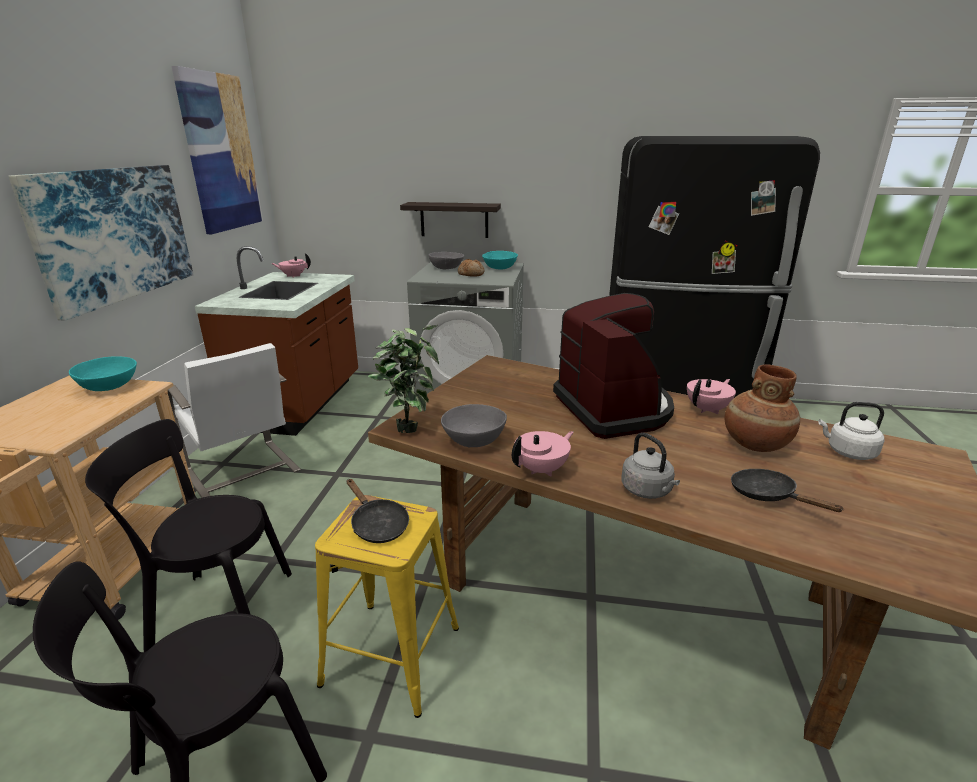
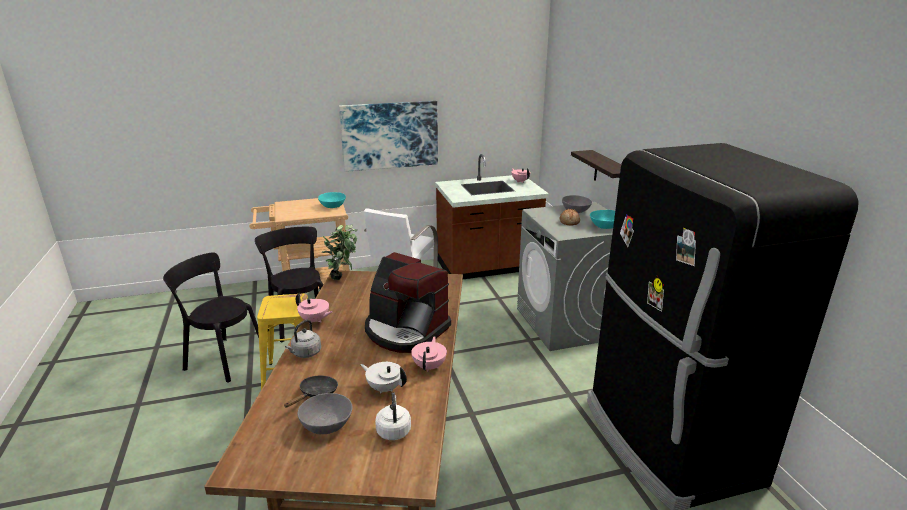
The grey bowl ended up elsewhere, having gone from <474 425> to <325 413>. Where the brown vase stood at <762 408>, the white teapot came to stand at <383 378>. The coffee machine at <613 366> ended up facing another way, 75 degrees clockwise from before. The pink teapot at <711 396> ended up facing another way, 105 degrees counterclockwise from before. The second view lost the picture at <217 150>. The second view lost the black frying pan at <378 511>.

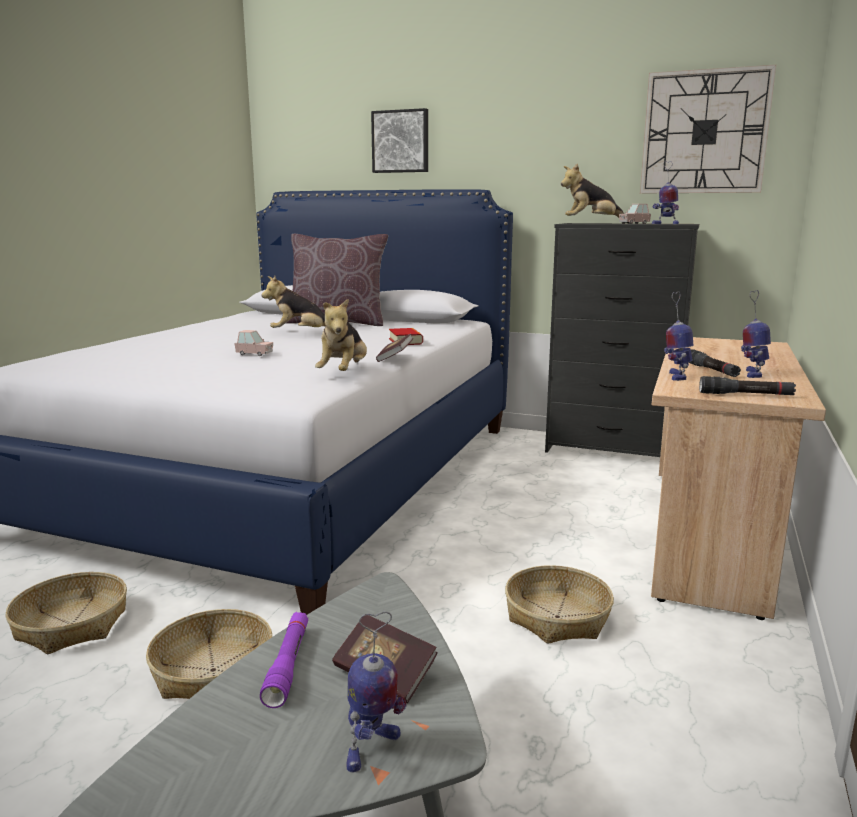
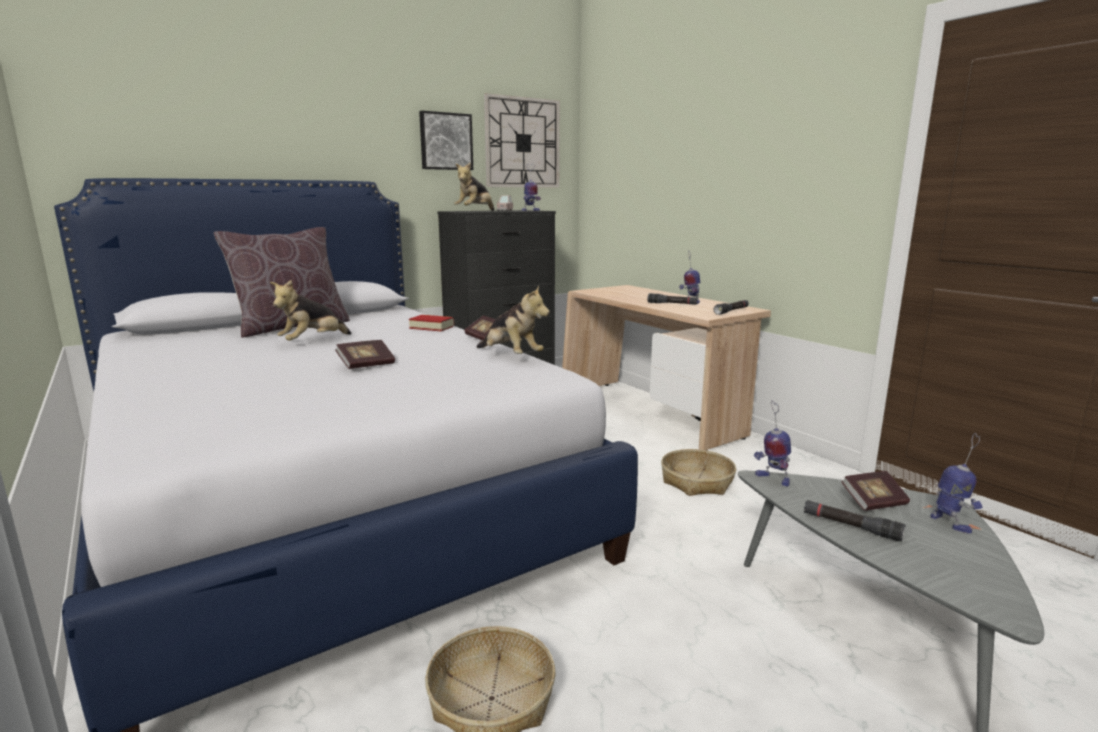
Where the pink toy car stood at <253 343>, the book came to stand at <365 354>. The picture ended up elsewhere, having gone from <399 140> to <446 140>. The toy robot ended up elsewhere, having gone from <679 336> to <772 443>. What was the purple flashlight at <284 660> turned into the black flashlight at <855 521>. The second view lost the basket at <209 654>.

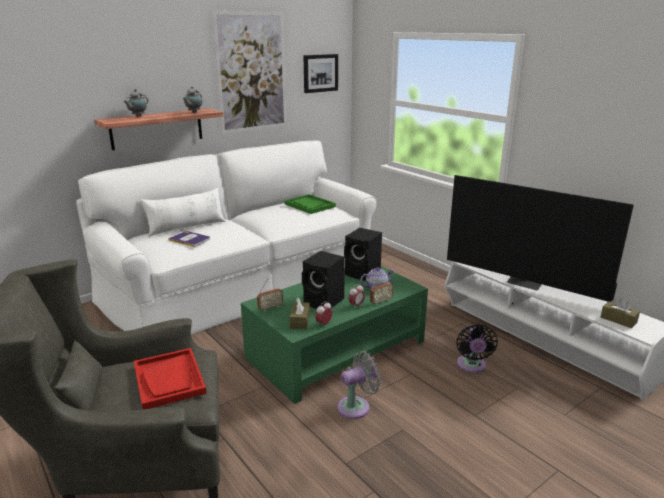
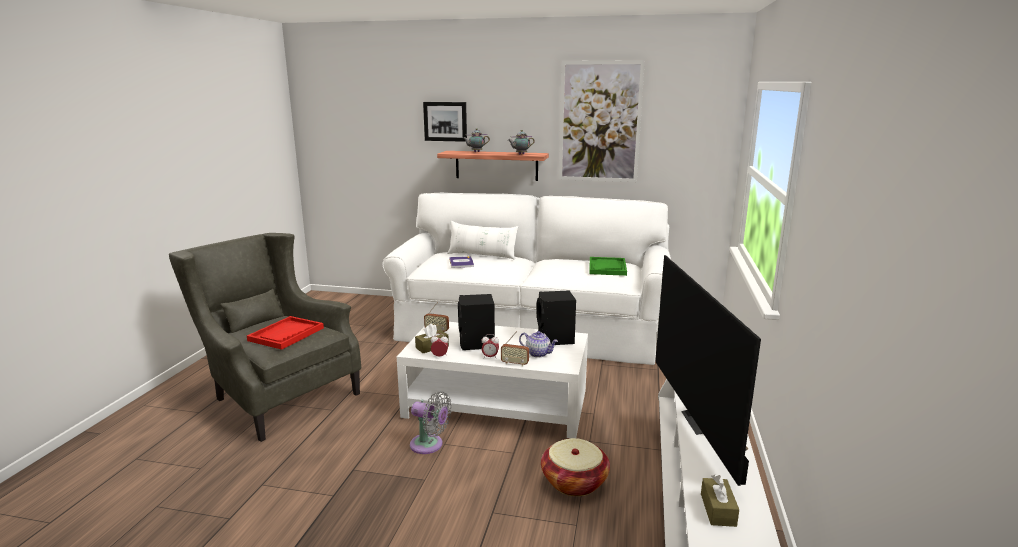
What was the green coffee table at <334 335> turned into the white coffee table at <492 380>. The picture ended up elsewhere, having gone from <321 73> to <445 122>. Where the black fan stood at <477 348>, the basket came to stand at <575 467>.

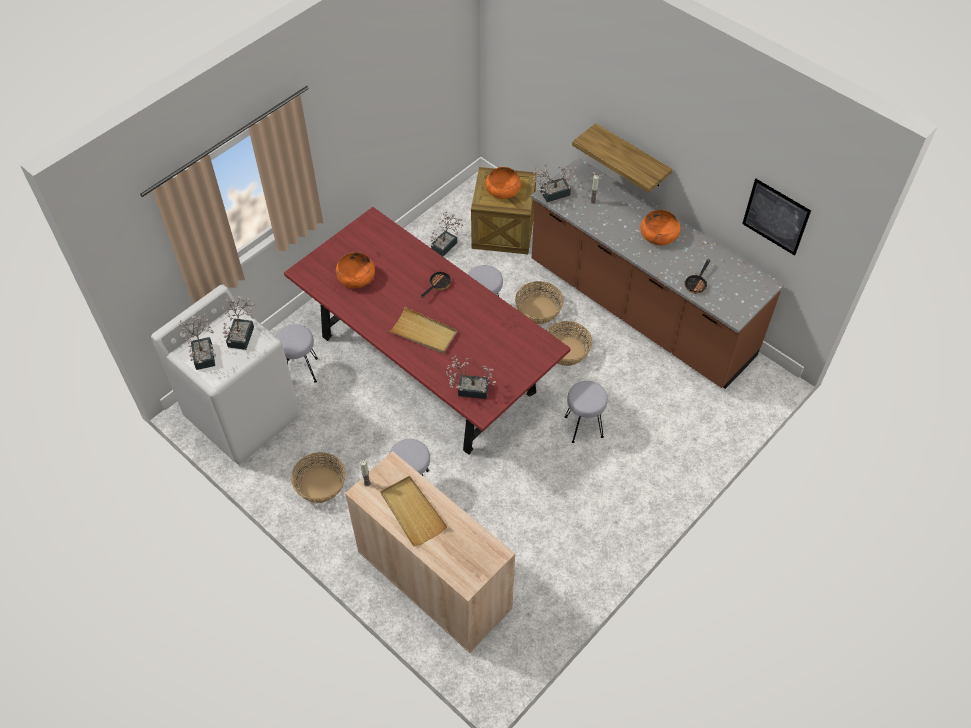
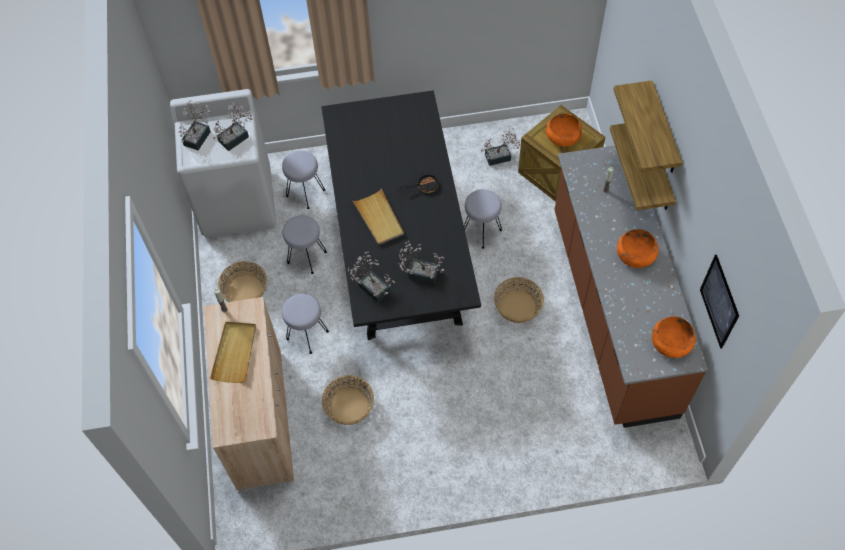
The grey stool ended up elsewhere, having gone from <586 412> to <305 244>. What was the red dining table at <427 331> turned into the black dining table at <401 215>. The basket ended up elsewhere, having gone from <539 302> to <348 400>. The potted plant ended up elsewhere, having gone from <554 183> to <421 262>. The second view gained the shelf at <648 126>. The orange bowl ended up elsewhere, having gone from <355 270> to <674 337>. The second view lost the frying pan at <697 276>.

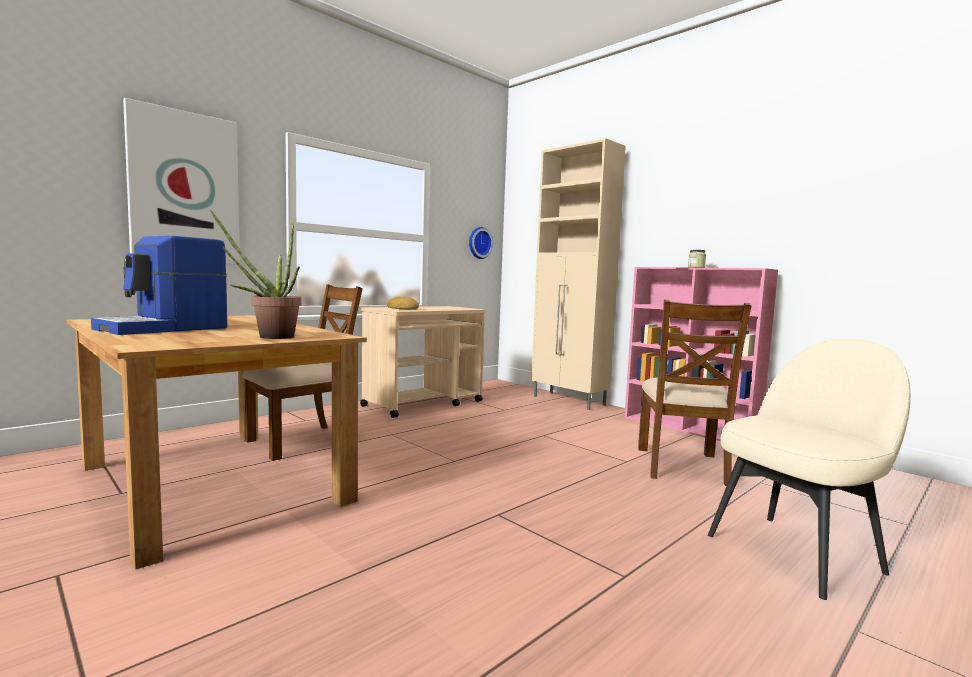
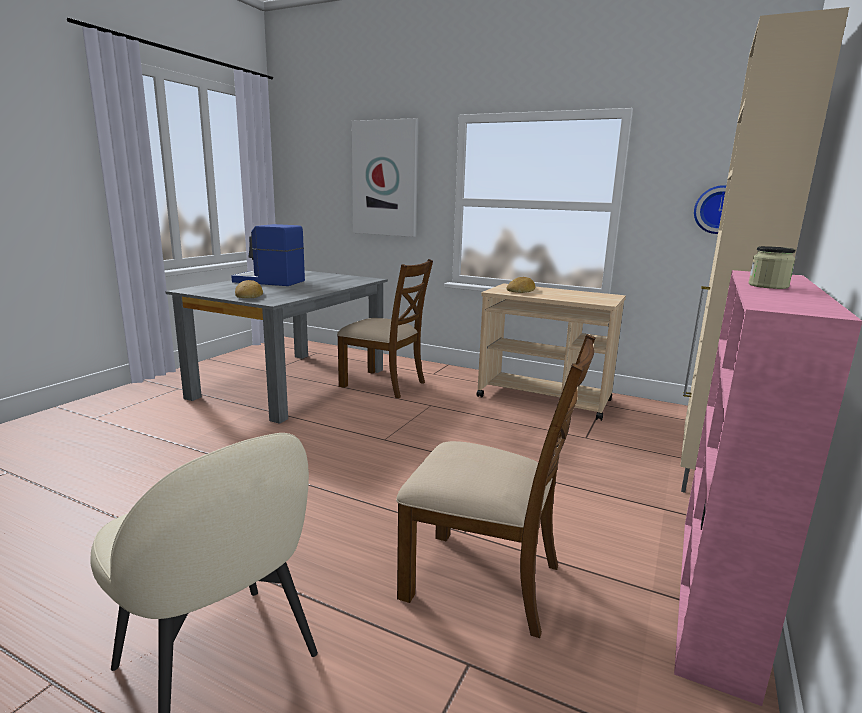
What was the brown dining table at <217 442> turned into the grey dining table at <276 347>. Where the potted plant stood at <255 274>, the bread came to stand at <249 289>. The brown chair at <695 393> ended up facing another way, 150 degrees counterclockwise from before.

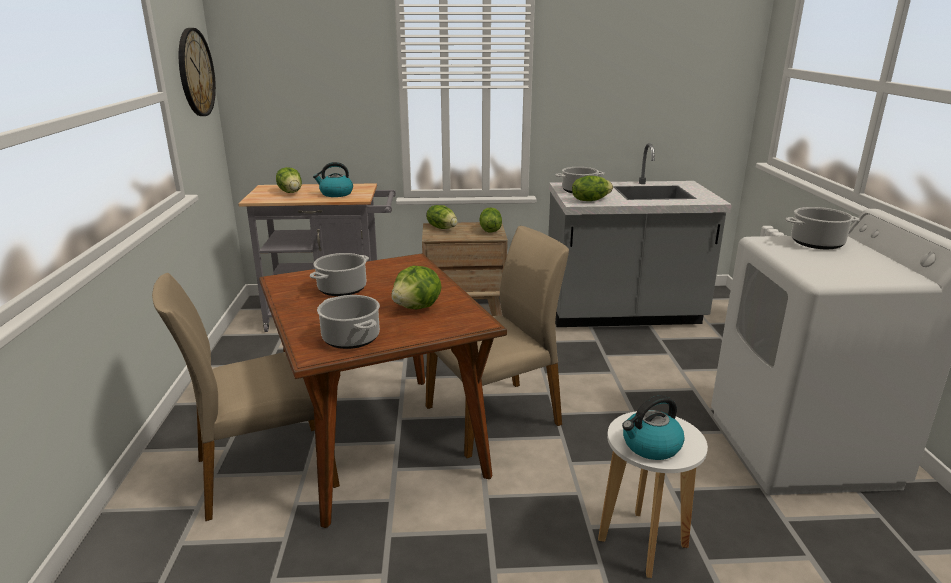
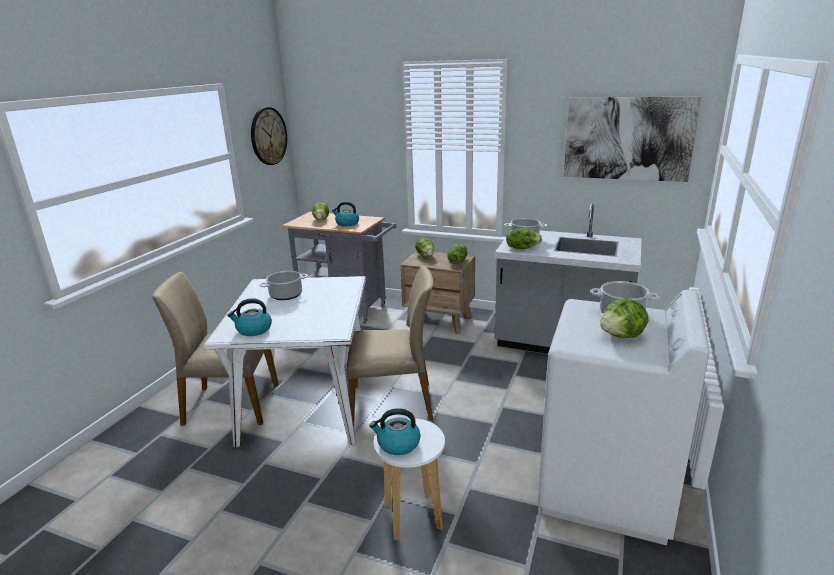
What was the brown dining table at <383 390> turned into the white dining table at <285 362>. Where the cooking pot stood at <348 322>, the kettle came to stand at <249 317>. The second view gained the picture at <632 139>. The lettuce ended up elsewhere, having gone from <416 287> to <624 318>.

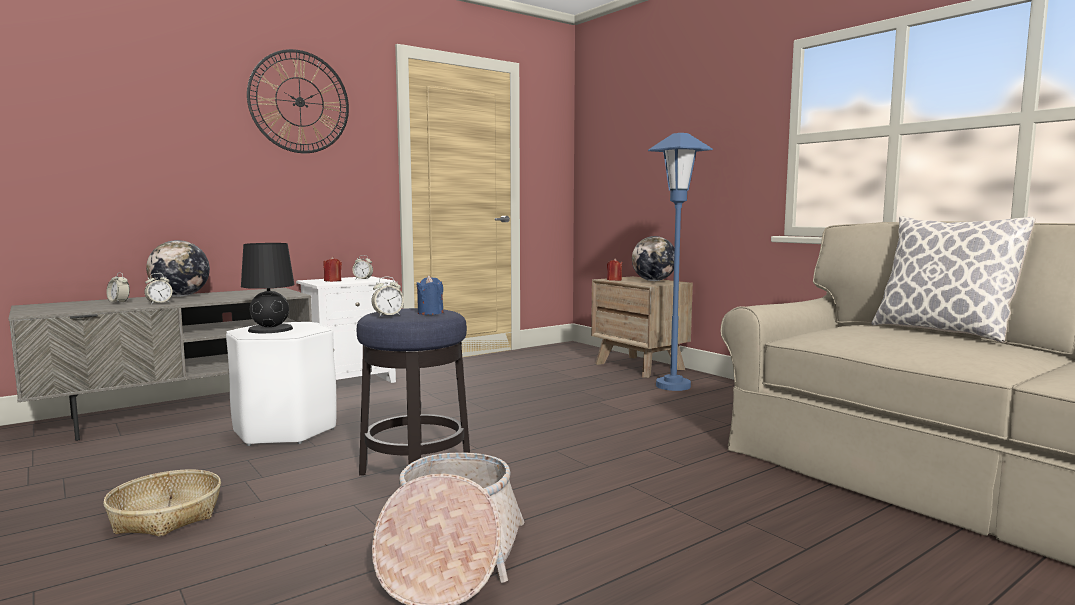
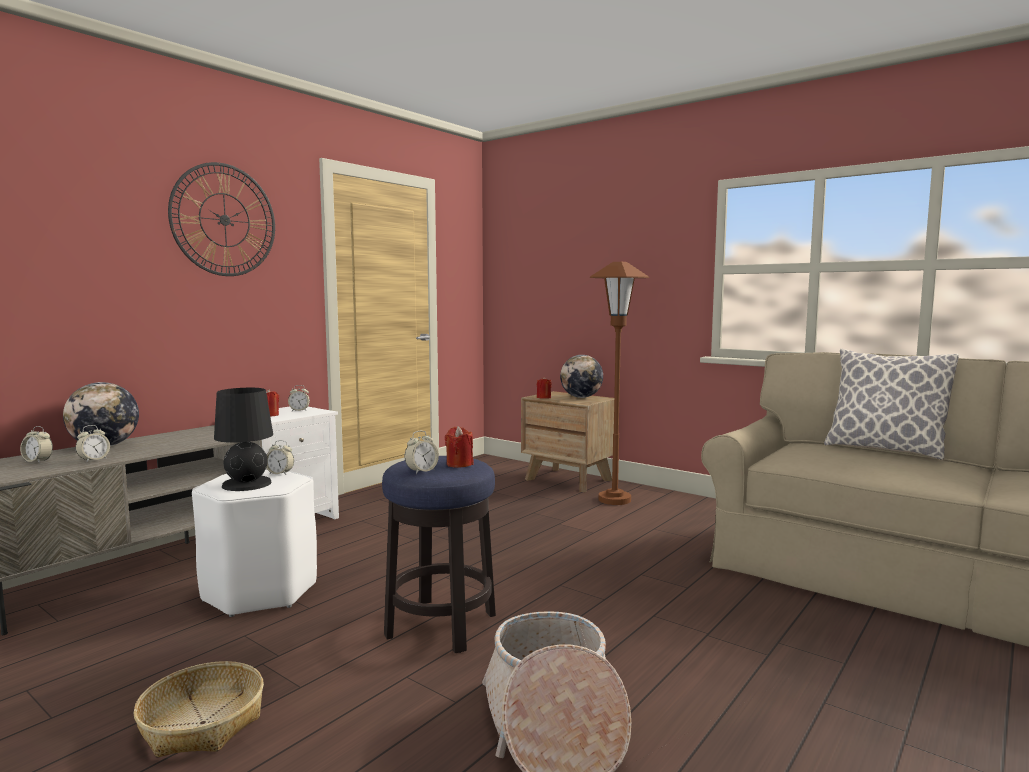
The second view gained the alarm clock at <280 457>. What was the blue candle at <430 295> turned into the red candle at <459 447>. What was the blue floor lamp at <680 262> turned into the brown floor lamp at <619 383>.

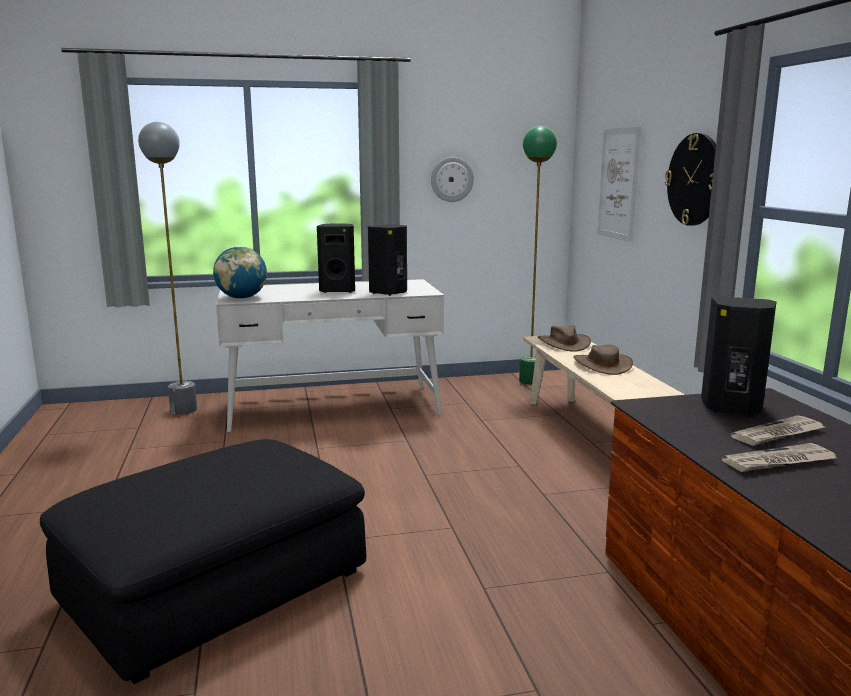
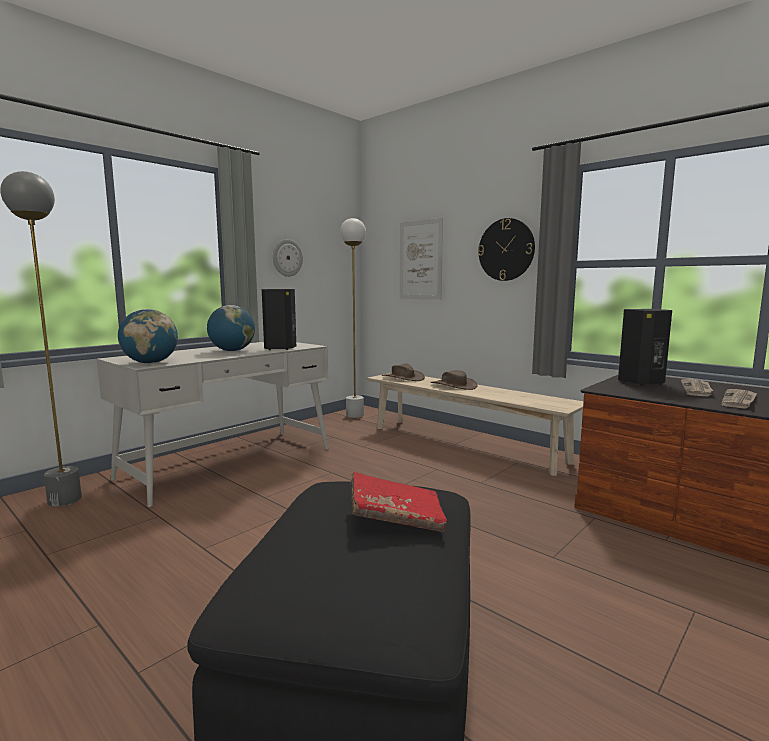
Where the black speaker stood at <336 258>, the globe came to stand at <231 328>. What was the green floor lamp at <538 255> turned into the white floor lamp at <353 318>. The second view gained the red book at <398 502>.

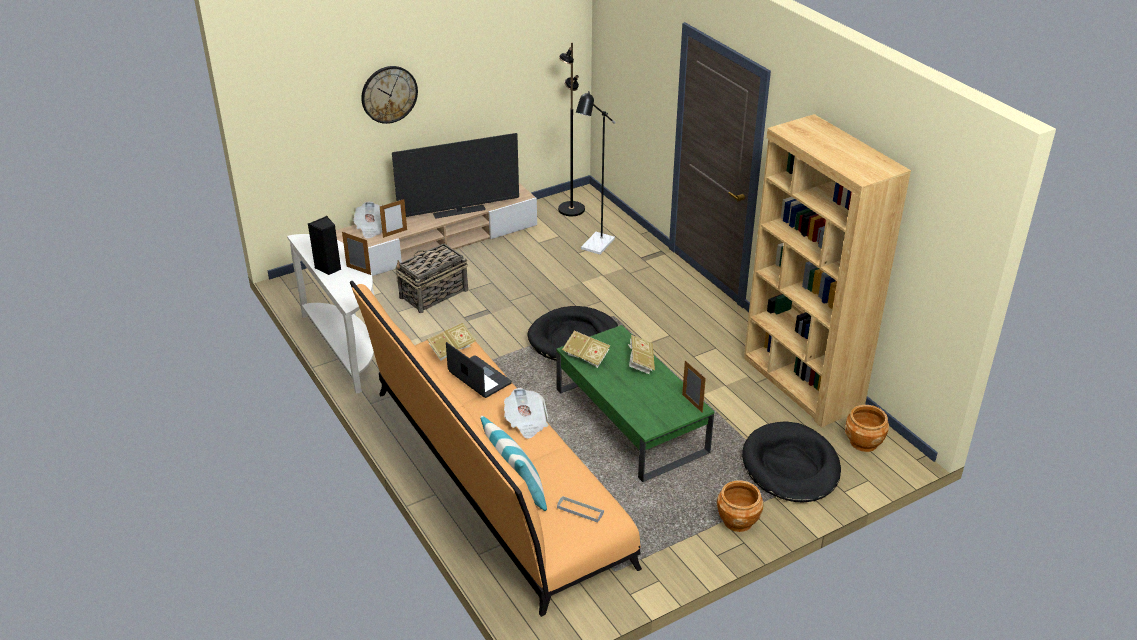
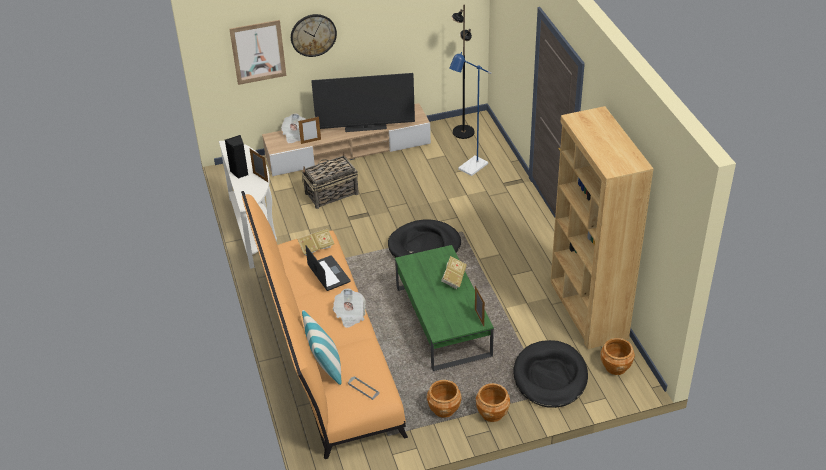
The second view gained the picture at <257 52>. The second view gained the brown planter at <444 399>. What was the black floor lamp at <596 172> turned into the blue floor lamp at <470 114>. The second view lost the book at <586 349>.

